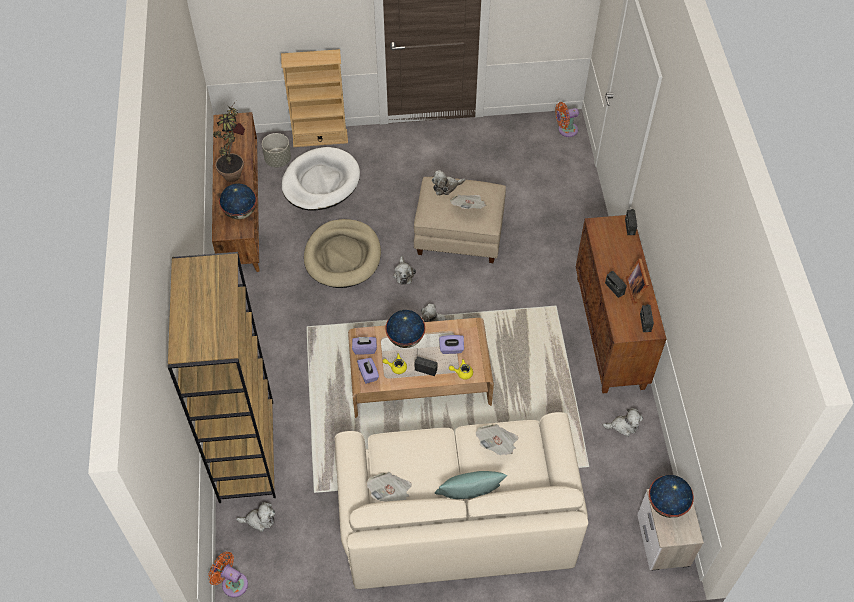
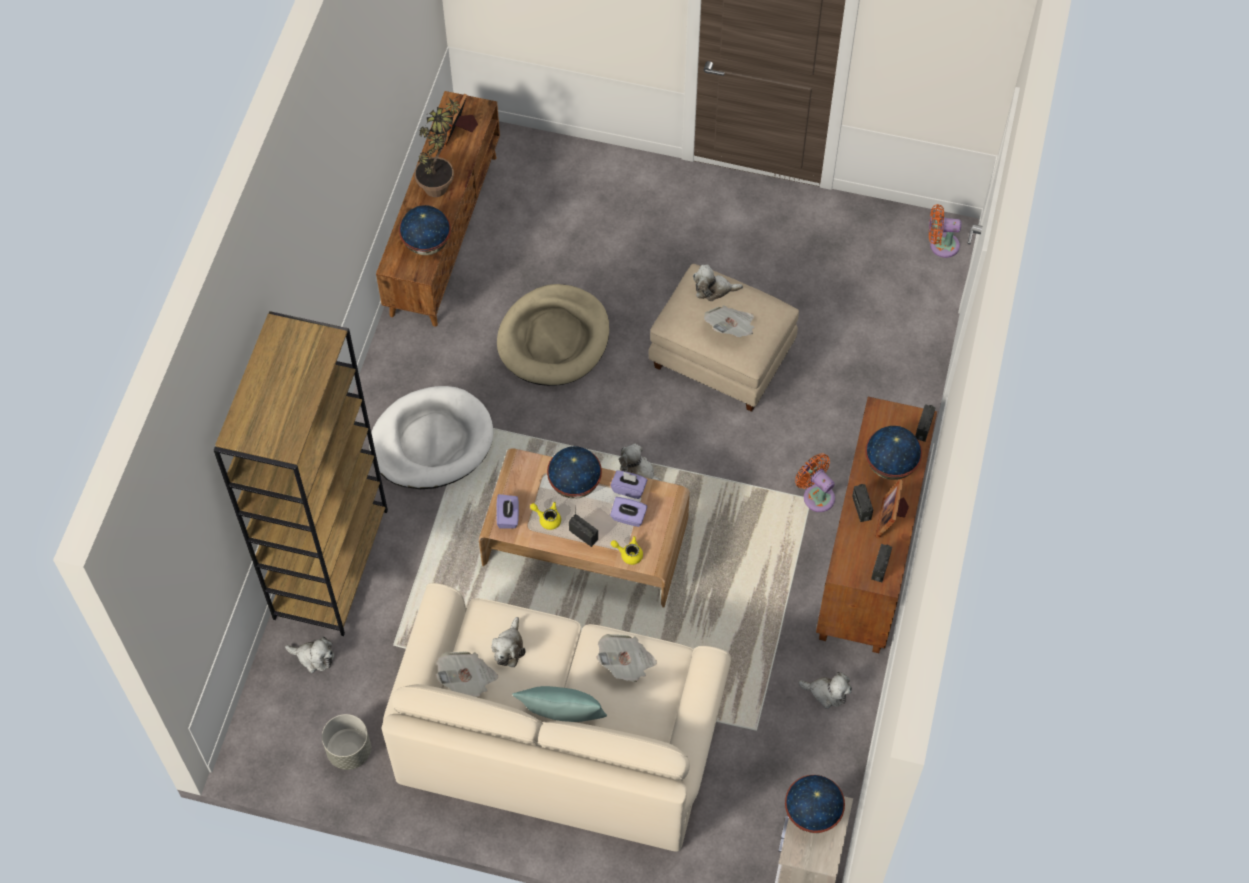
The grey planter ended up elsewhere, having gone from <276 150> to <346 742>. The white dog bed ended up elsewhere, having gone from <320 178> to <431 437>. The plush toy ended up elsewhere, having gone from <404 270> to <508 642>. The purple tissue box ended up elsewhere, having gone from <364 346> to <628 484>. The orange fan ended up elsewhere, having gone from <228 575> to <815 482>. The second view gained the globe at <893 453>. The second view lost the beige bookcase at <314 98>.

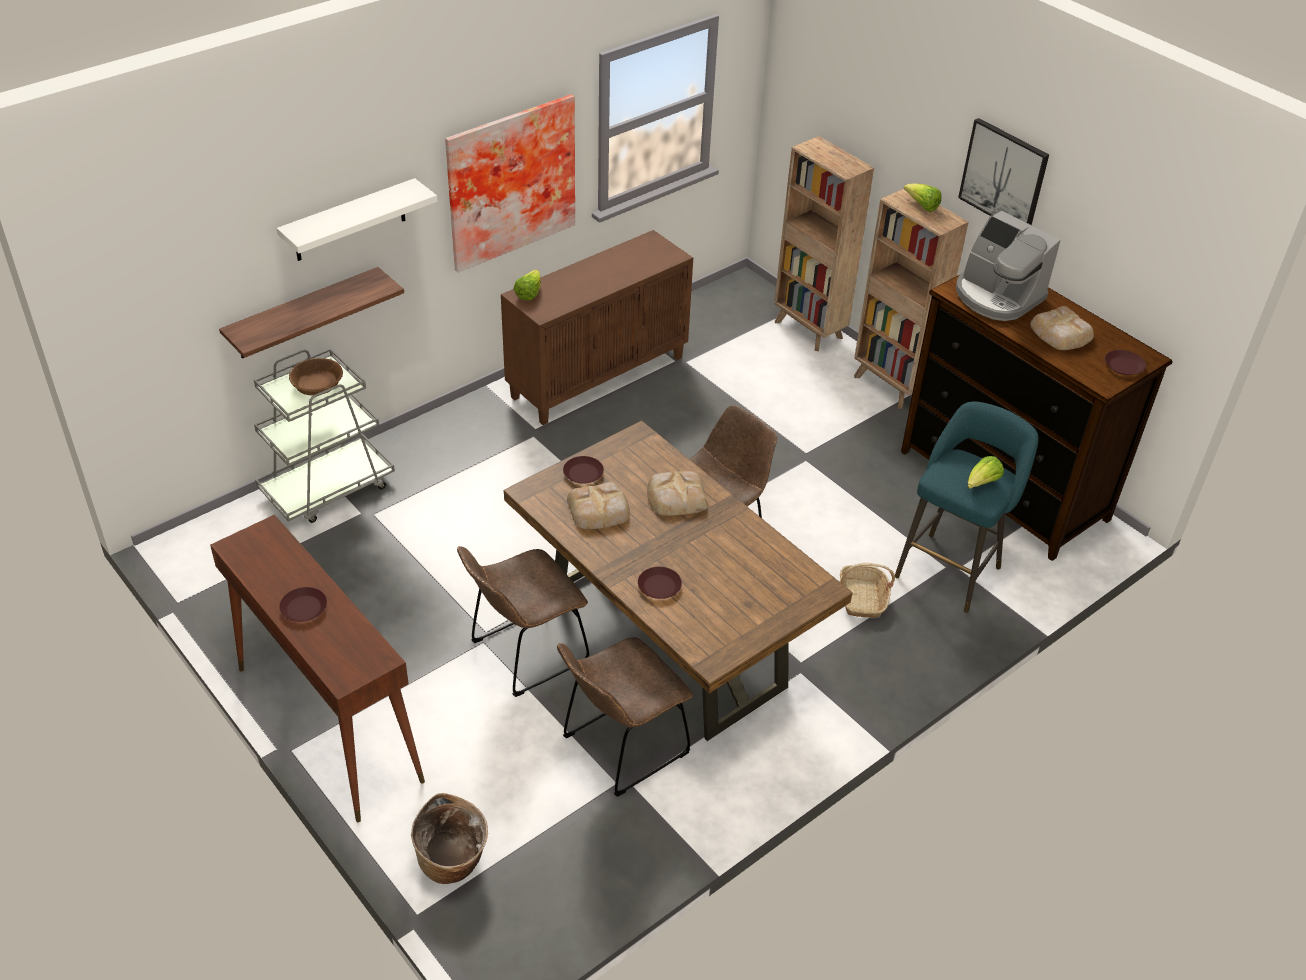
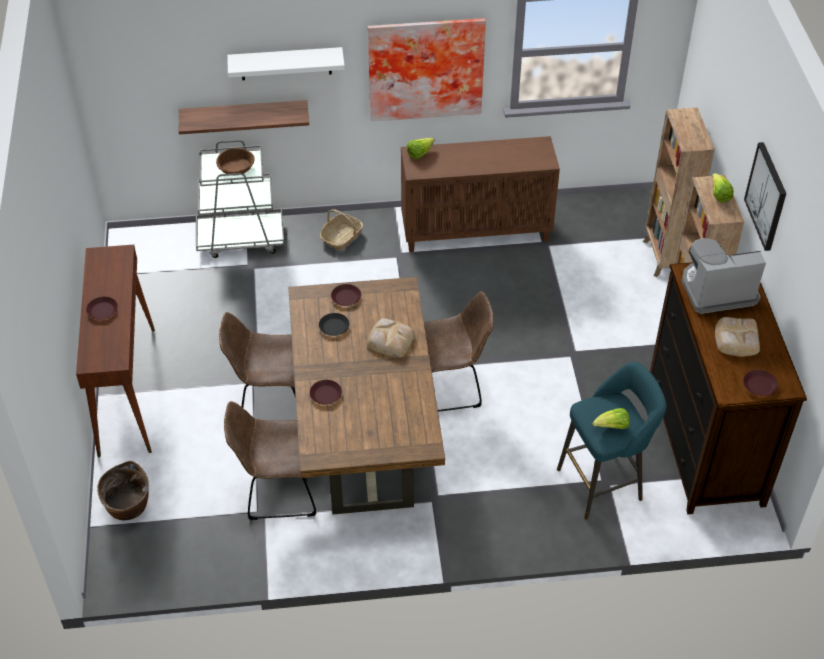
Where the bread stood at <598 505>, the black plate came to stand at <334 324>. The basket ended up elsewhere, having gone from <867 590> to <341 229>. The coffee machine at <1008 266> ended up facing another way, 90 degrees clockwise from before.

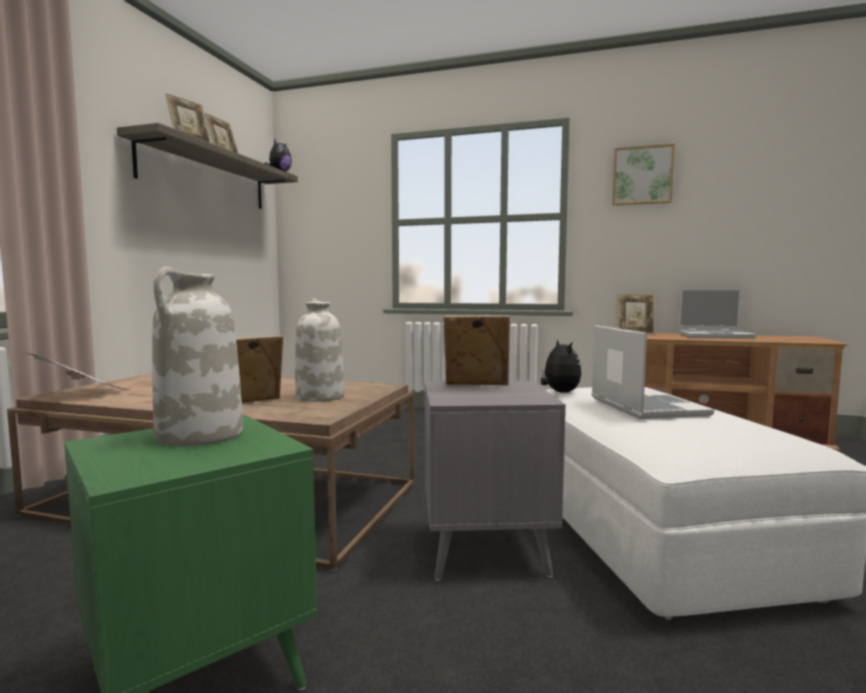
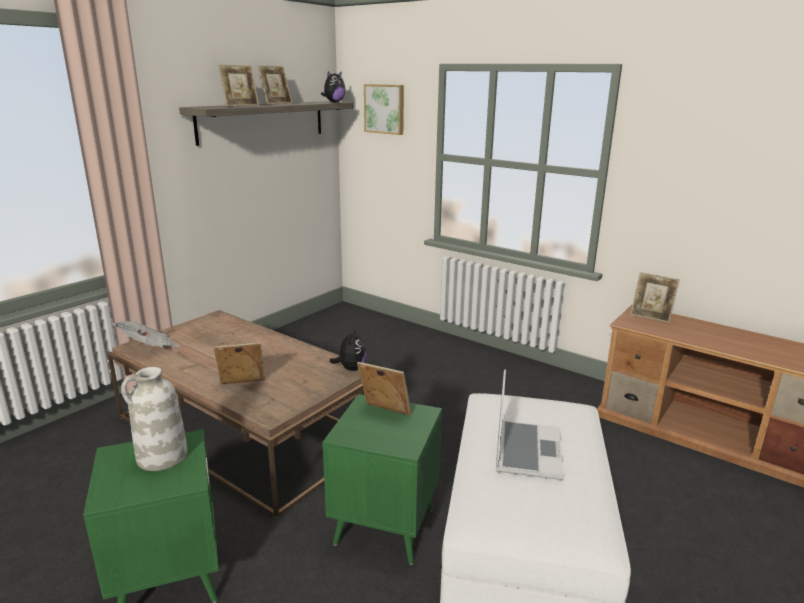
What was the grey side table at <495 481> turned into the green side table at <382 479>. The plush toy ended up elsewhere, having gone from <561 366> to <348 349>. The picture ended up elsewhere, having gone from <643 174> to <384 109>. The second view lost the white vase at <319 350>. The second view lost the laptop at <717 313>.

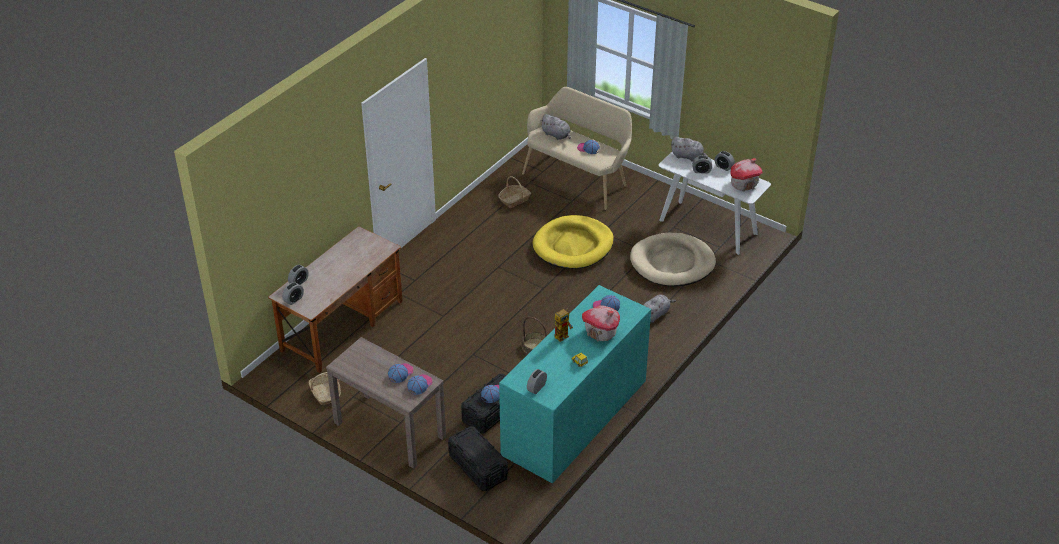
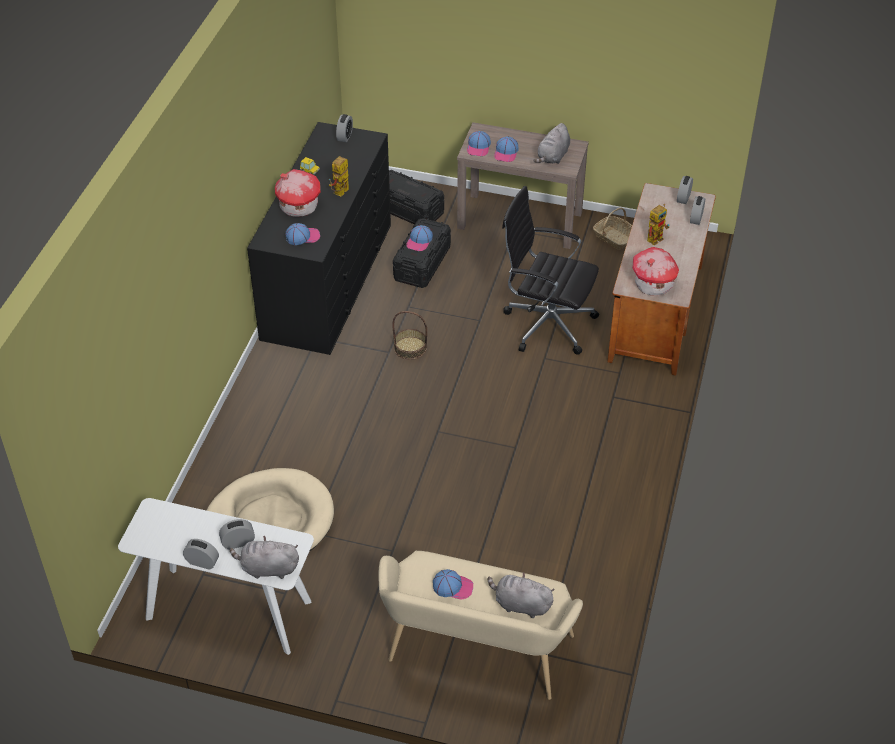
What was the turquoise dresser at <575 384> turned into the black dresser at <319 238>. The second view gained the black office chair at <550 270>. The grey plush toy ended up elsewhere, having gone from <660 308> to <551 143>. The toy house ended up elsewhere, having gone from <746 175> to <655 271>. The second view gained the toy robot at <658 225>. The second view lost the basket at <514 192>. The second view lost the yellow dog bed at <573 242>.

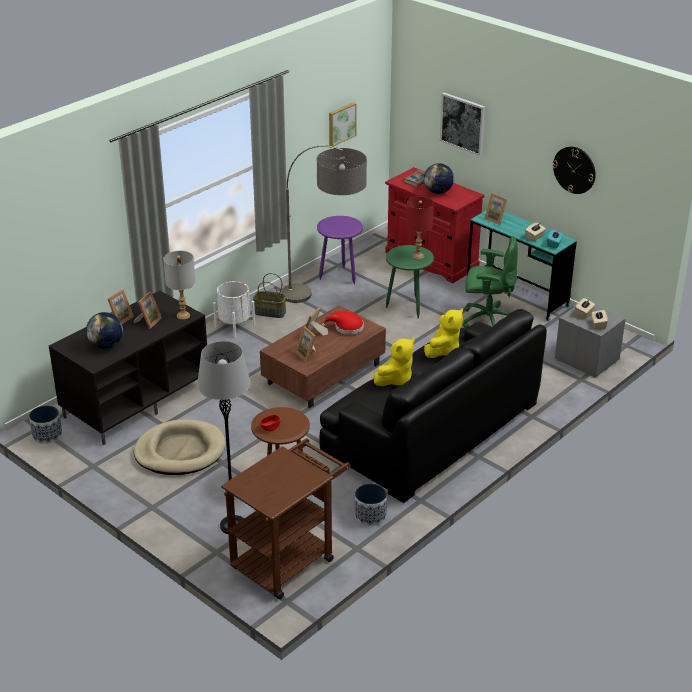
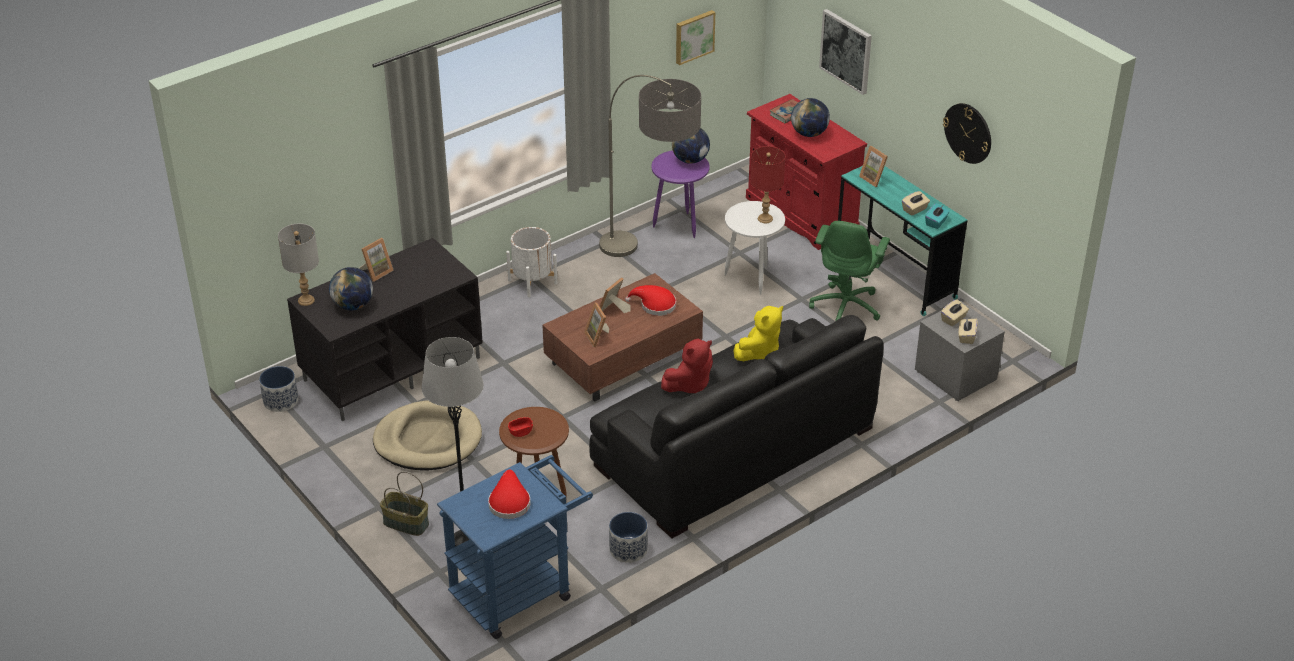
The grey table lamp ended up elsewhere, having gone from <179 285> to <298 265>. The basket ended up elsewhere, having gone from <269 295> to <404 503>. What was the brown cart at <285 518> turned into the blue cart at <515 547>. The second view gained the red hat at <509 494>. What was the yellow plush toy at <394 362> turned into the red plush toy at <687 366>. The second view gained the globe at <691 146>. What was the green side table at <410 281> turned into the white side table at <755 248>. The green office chair at <490 282> ended up facing another way, 90 degrees clockwise from before. The second view lost the picture frame at <148 310>.

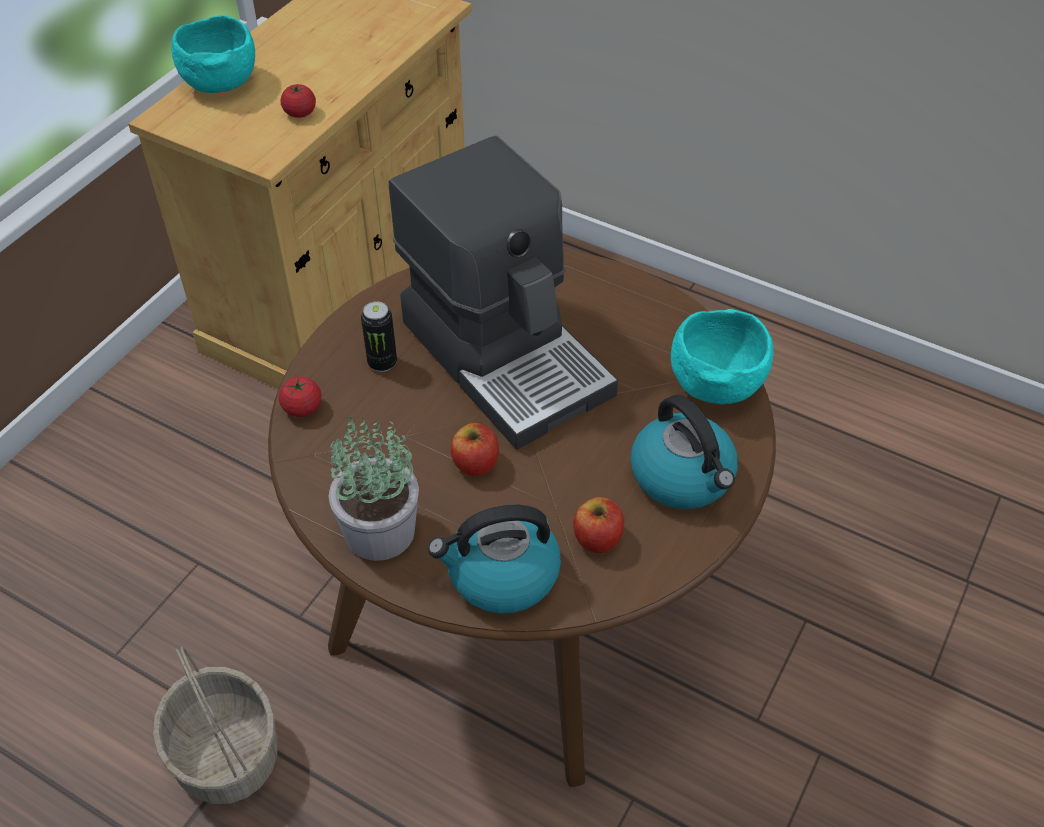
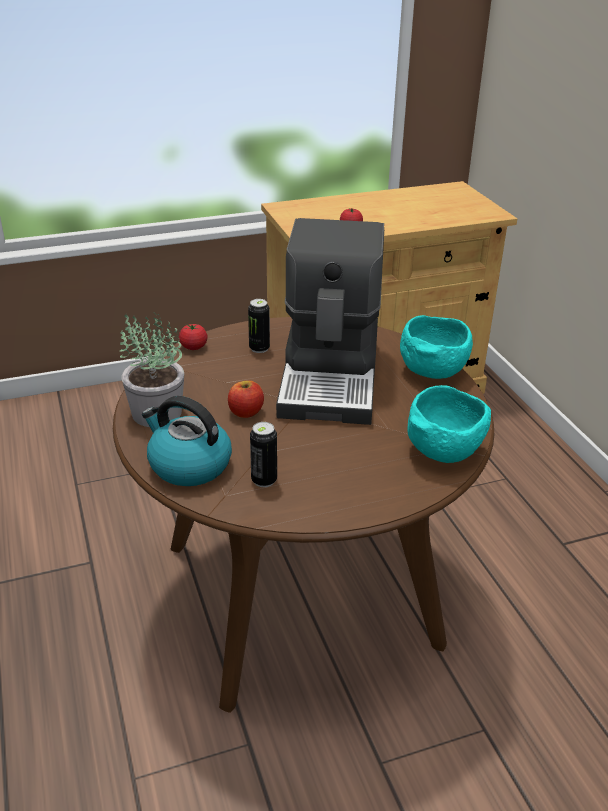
Where the apple stood at <598 525>, the can came to stand at <263 454>. The turquoise bowl ended up elsewhere, having gone from <213 54> to <436 347>. The second view lost the basket at <215 725>. The second view lost the kettle at <684 452>.

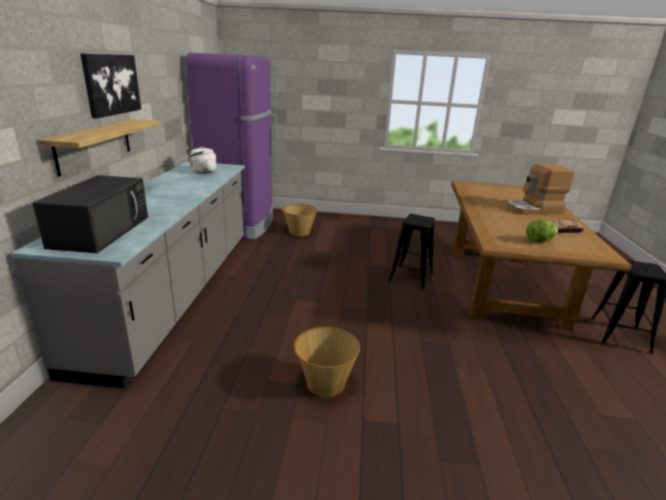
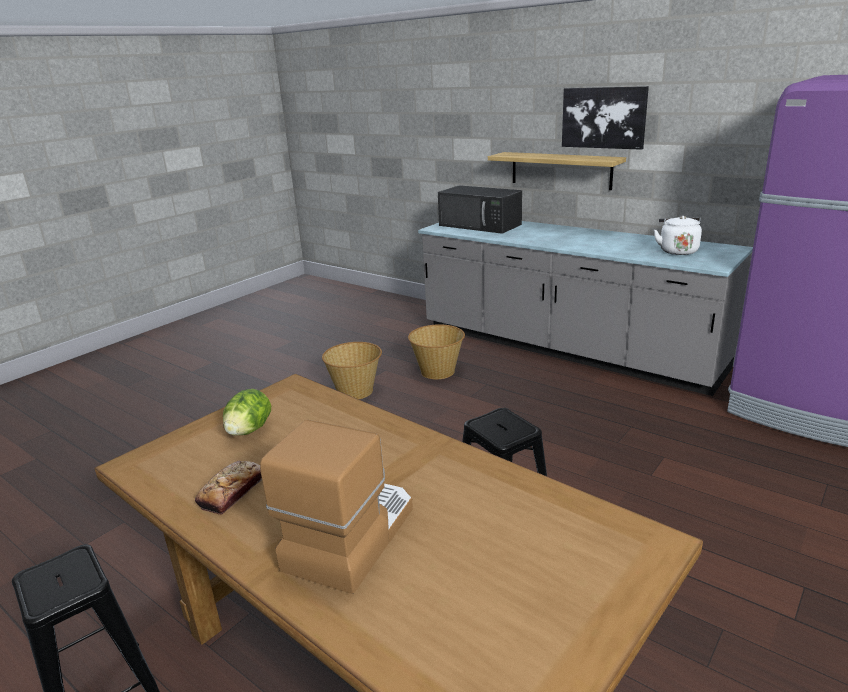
The basket ended up elsewhere, having gone from <299 220> to <436 351>.

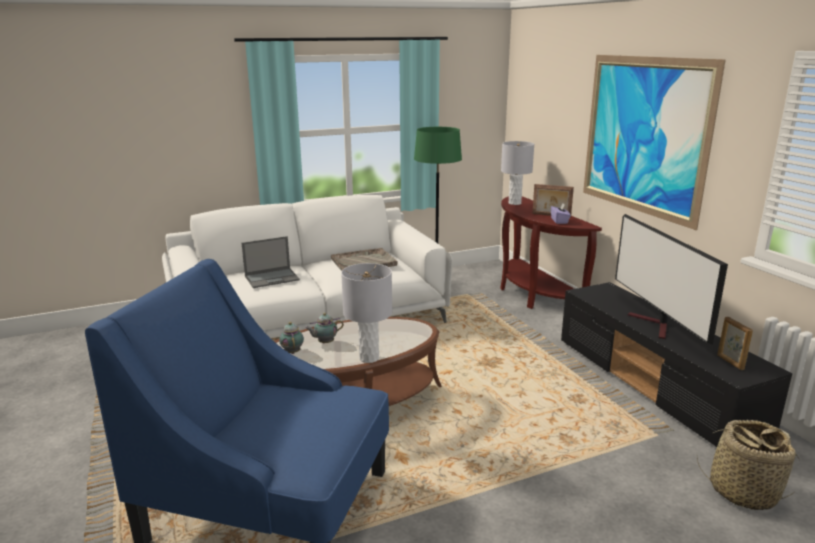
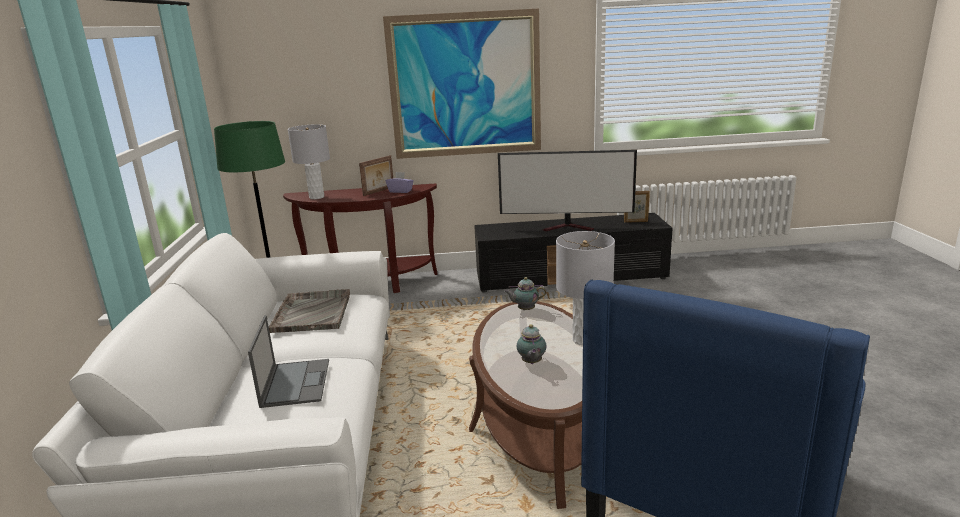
The teapot ended up elsewhere, having gone from <291 338> to <525 293>. The second view lost the basket at <748 465>.

